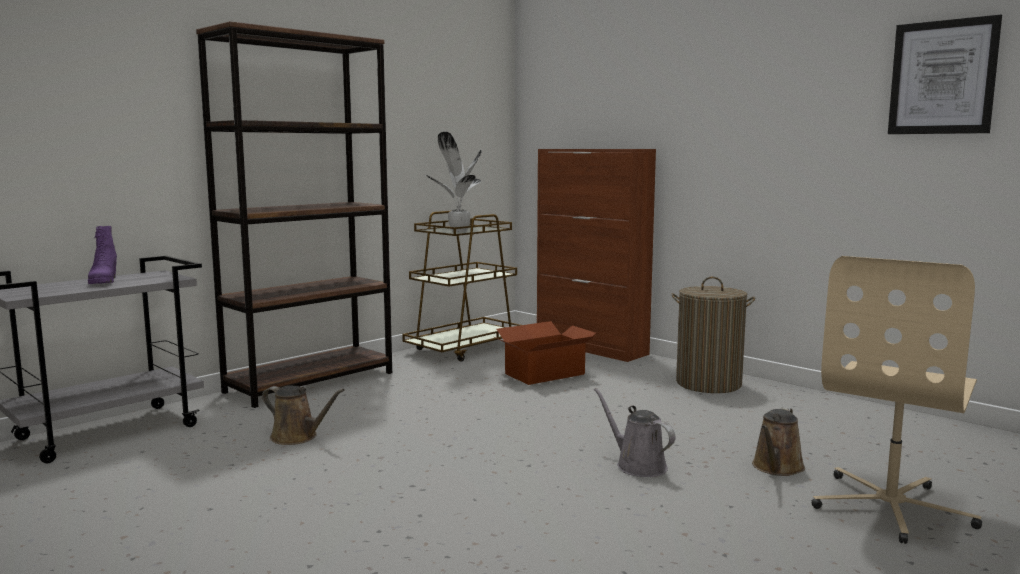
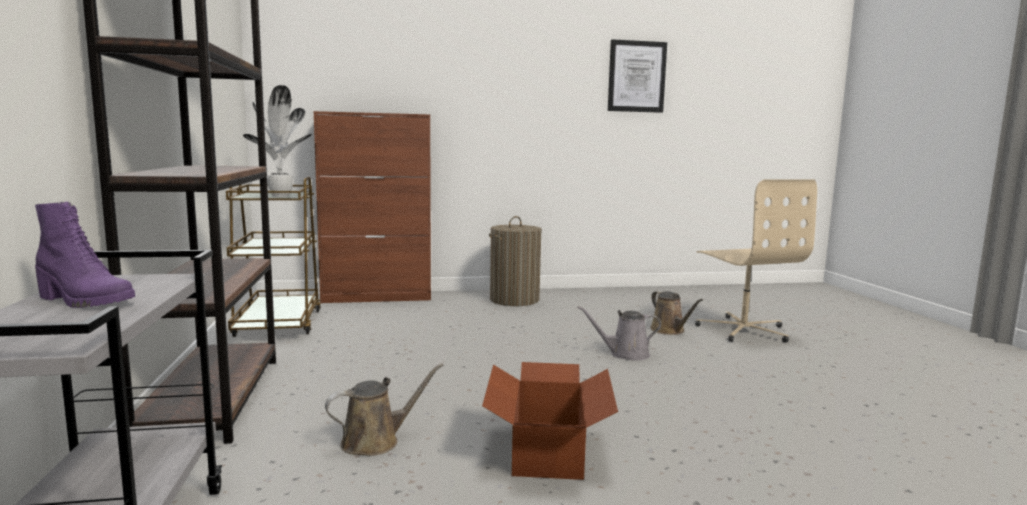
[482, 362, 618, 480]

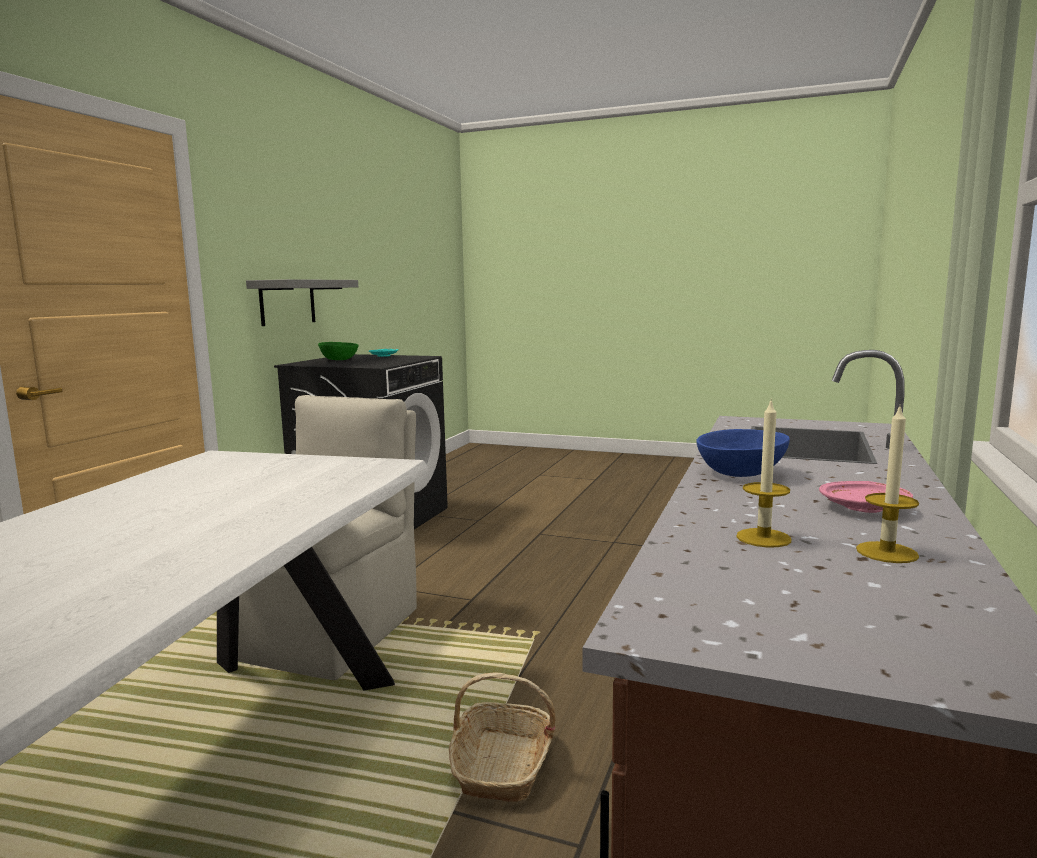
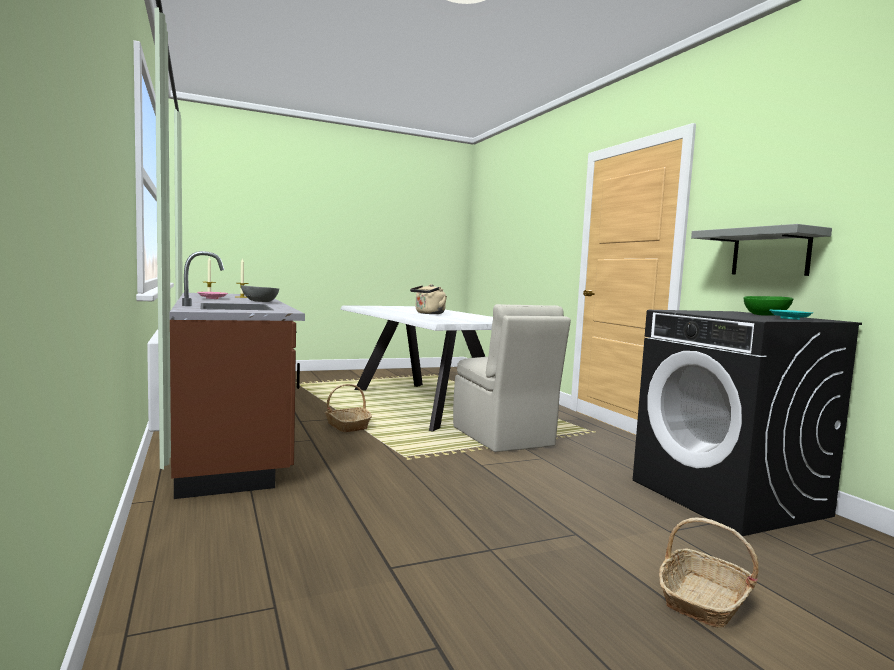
[241, 285, 279, 302]
[410, 284, 447, 314]
[659, 517, 759, 628]

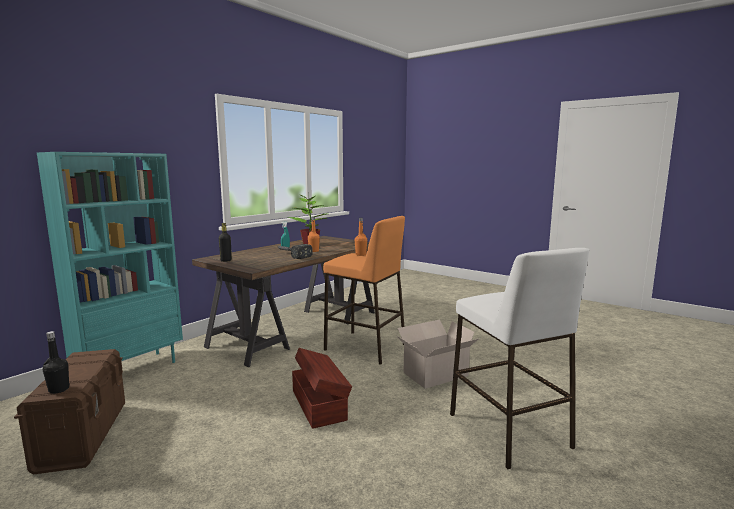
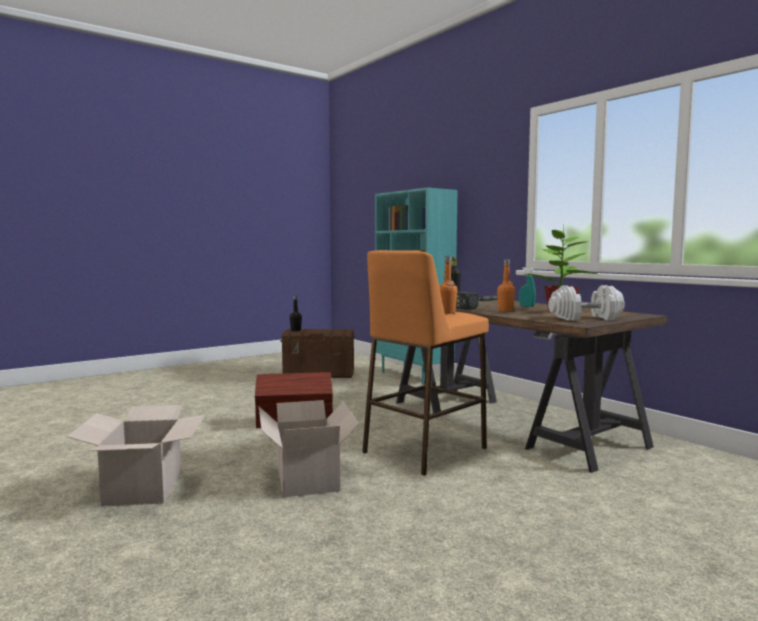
[67, 405, 205, 507]
[548, 285, 625, 321]

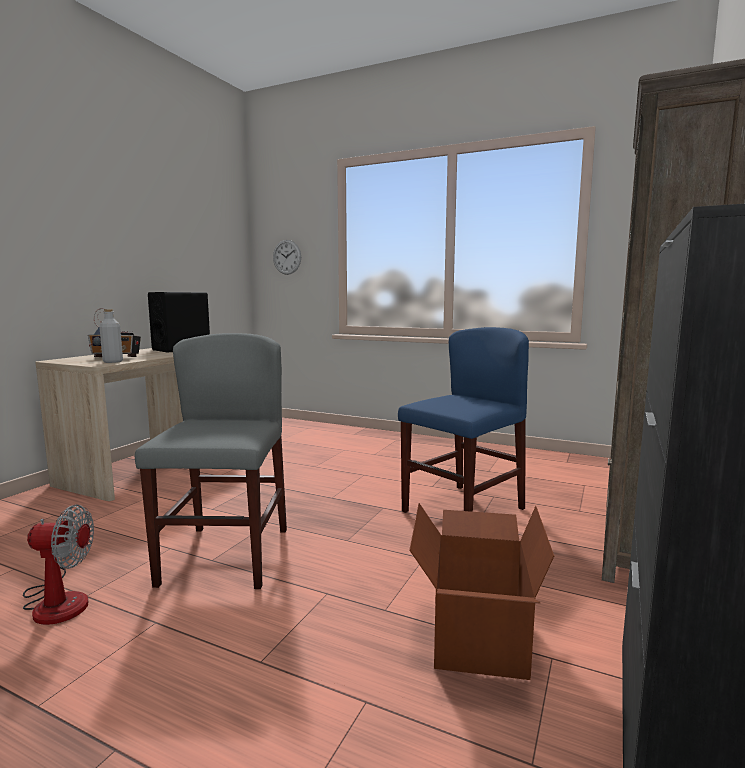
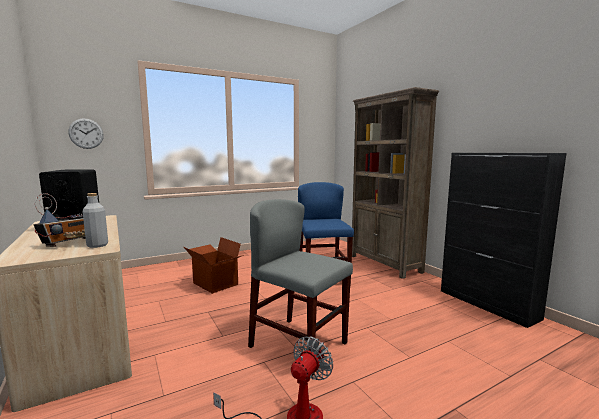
[184, 237, 243, 294]

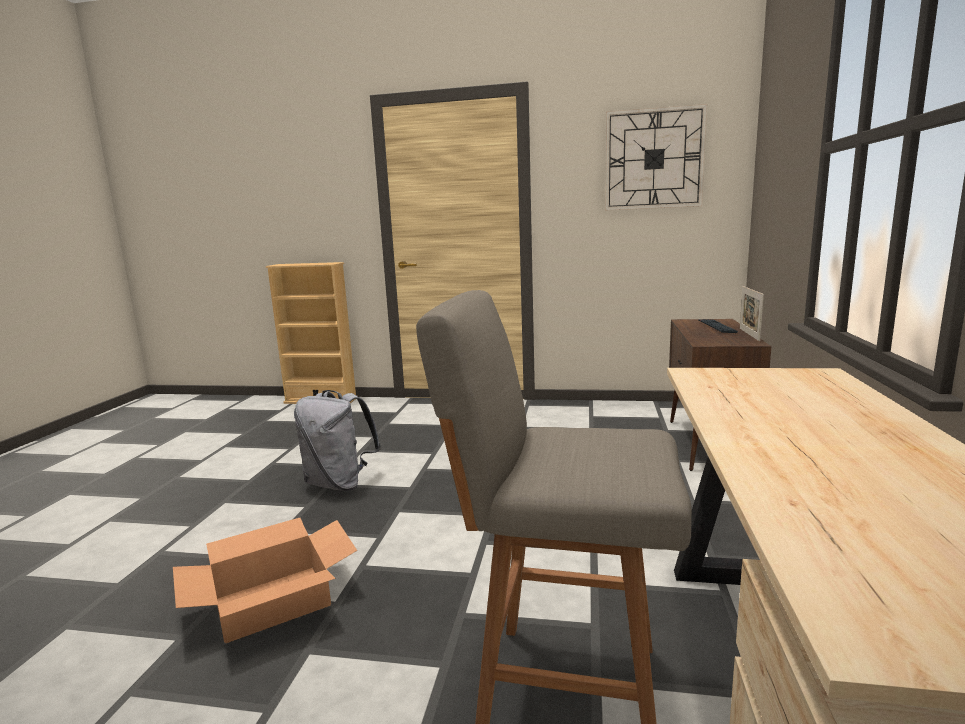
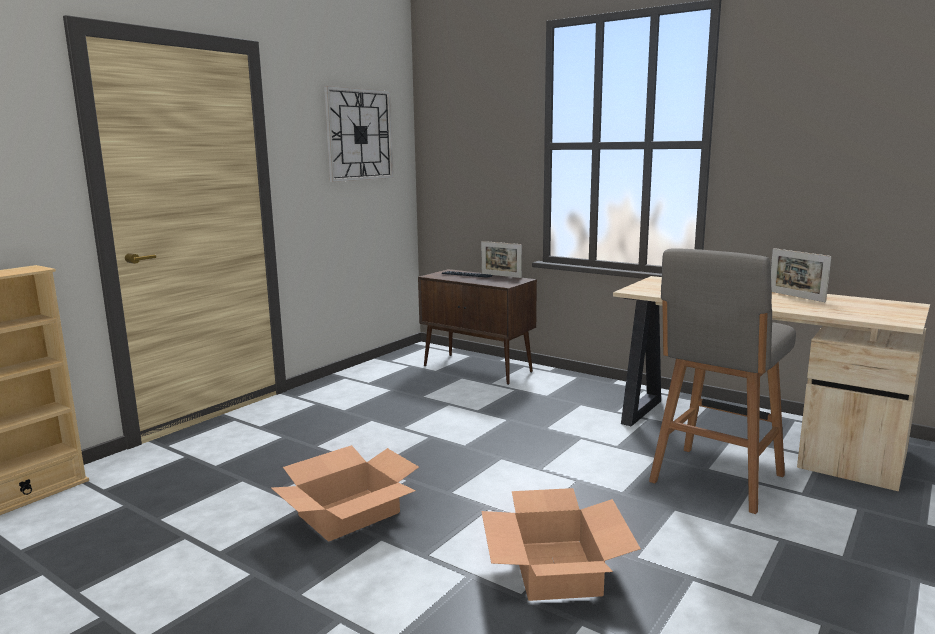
[271, 445, 419, 541]
[771, 248, 831, 302]

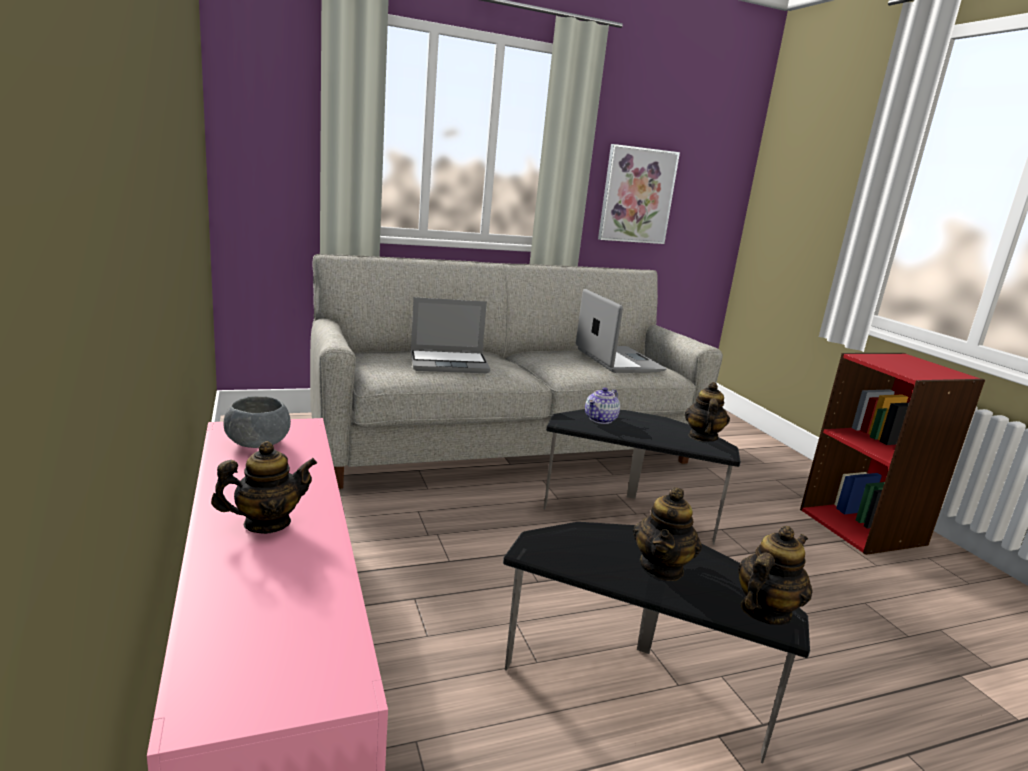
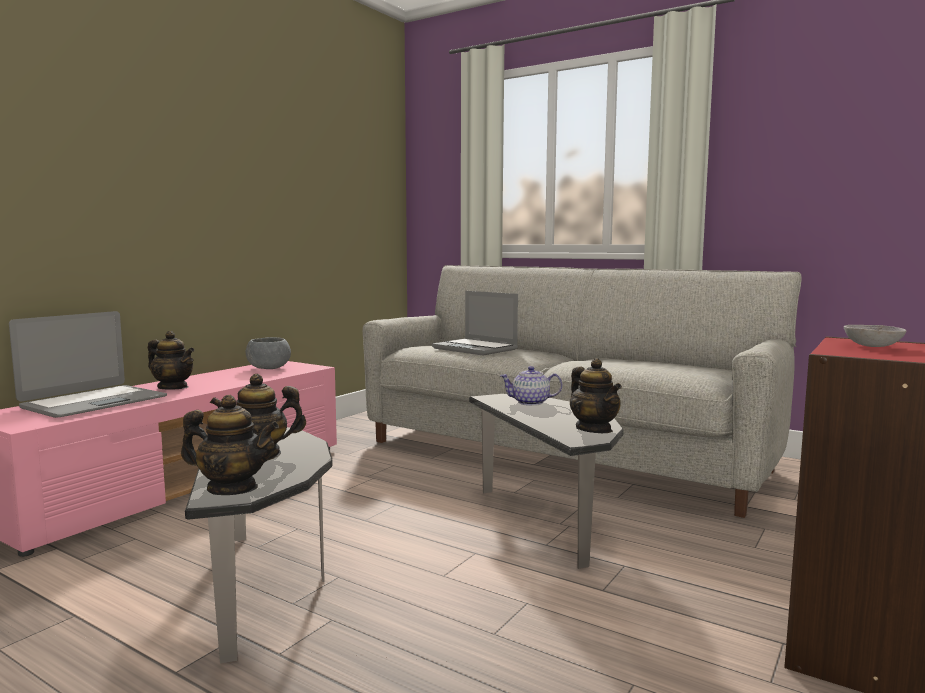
[598, 144, 680, 244] (first image)
[9, 311, 167, 418]
[570, 358, 622, 433]
[844, 325, 906, 347]

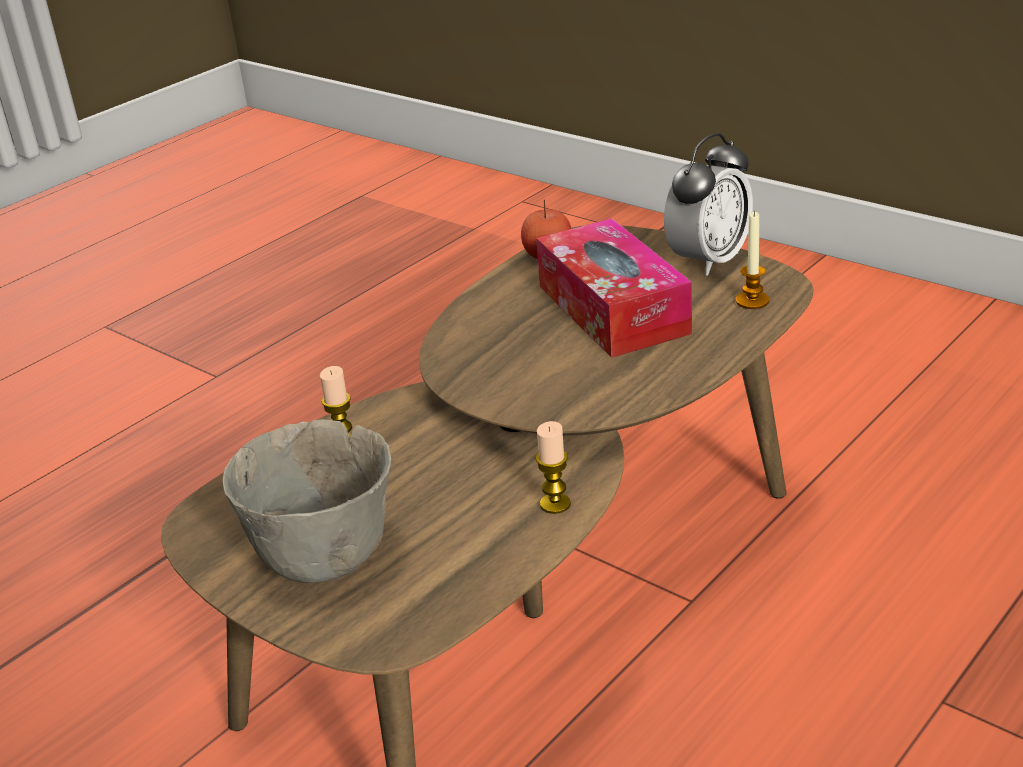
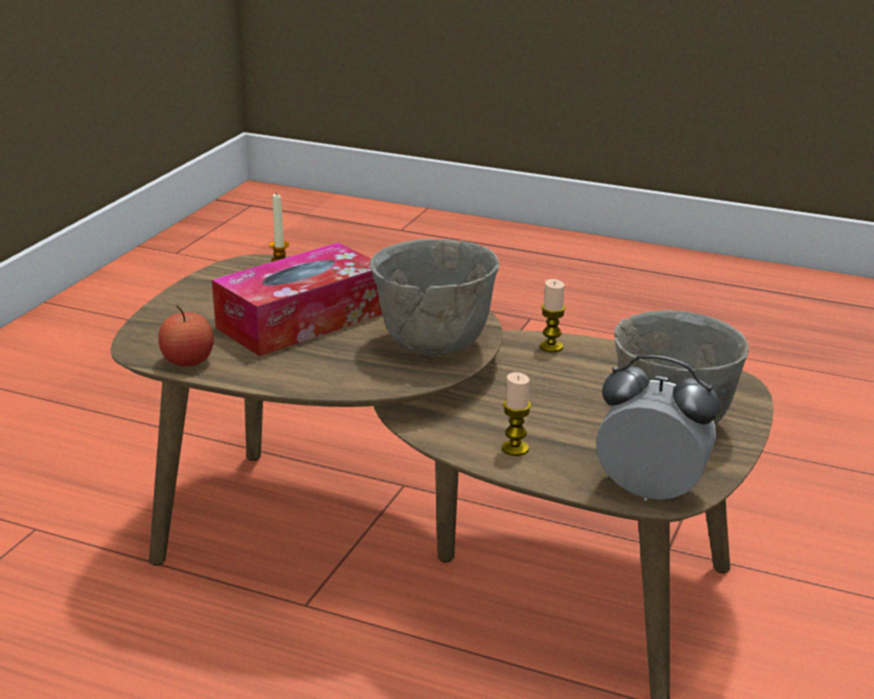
[596, 355, 720, 501]
[370, 239, 499, 355]

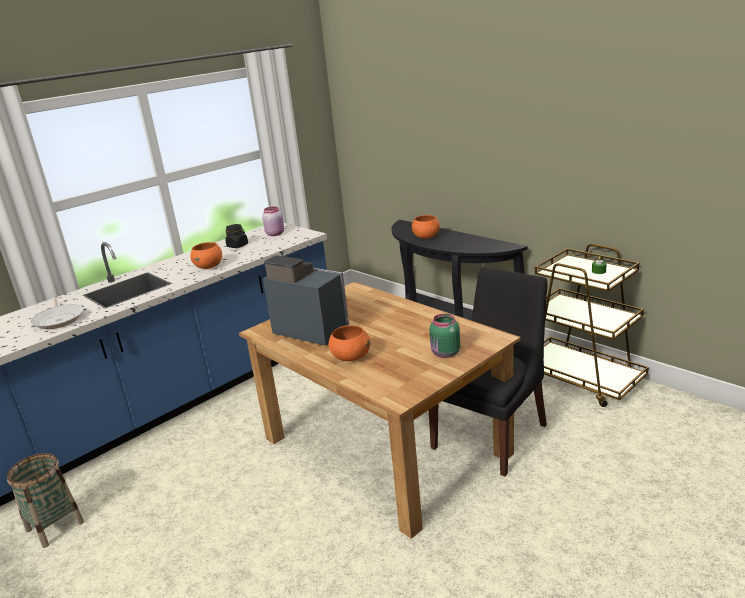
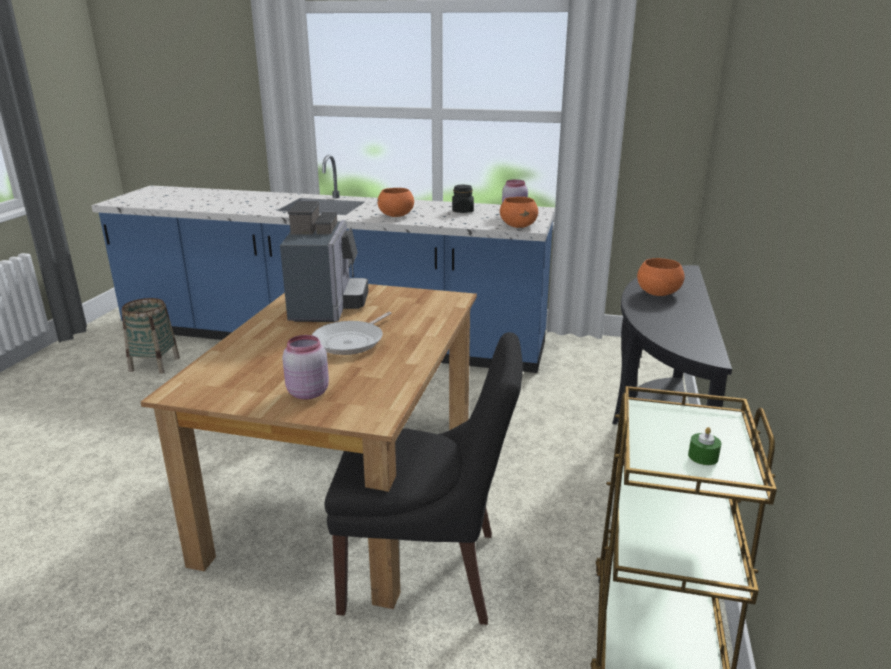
[312, 312, 391, 355]
[282, 335, 329, 400]
[500, 197, 538, 228]

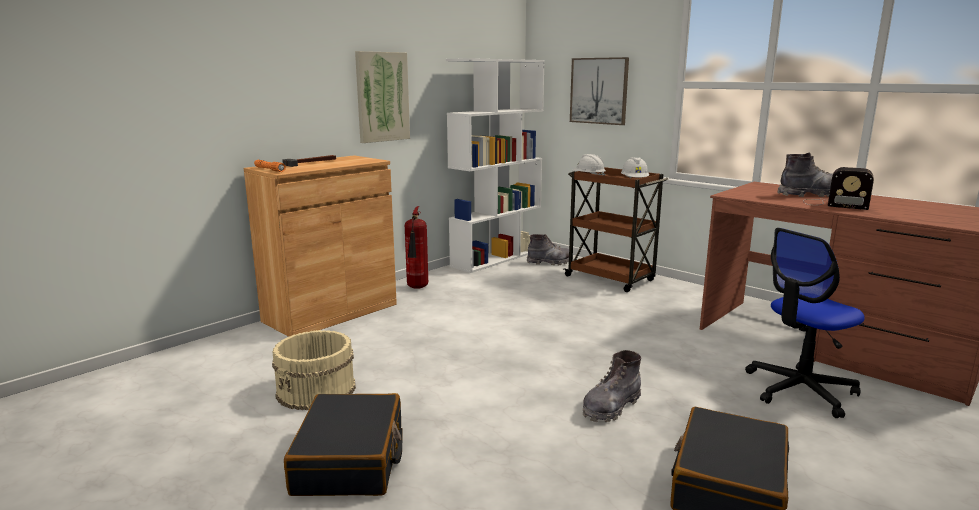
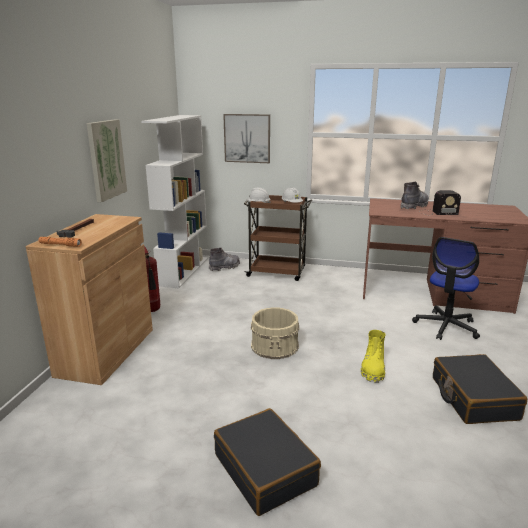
[251, 307, 299, 359]
[361, 330, 386, 383]

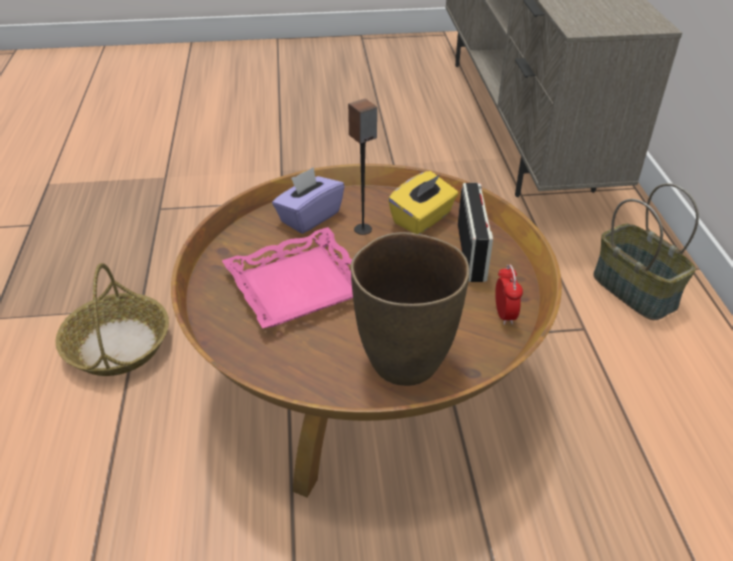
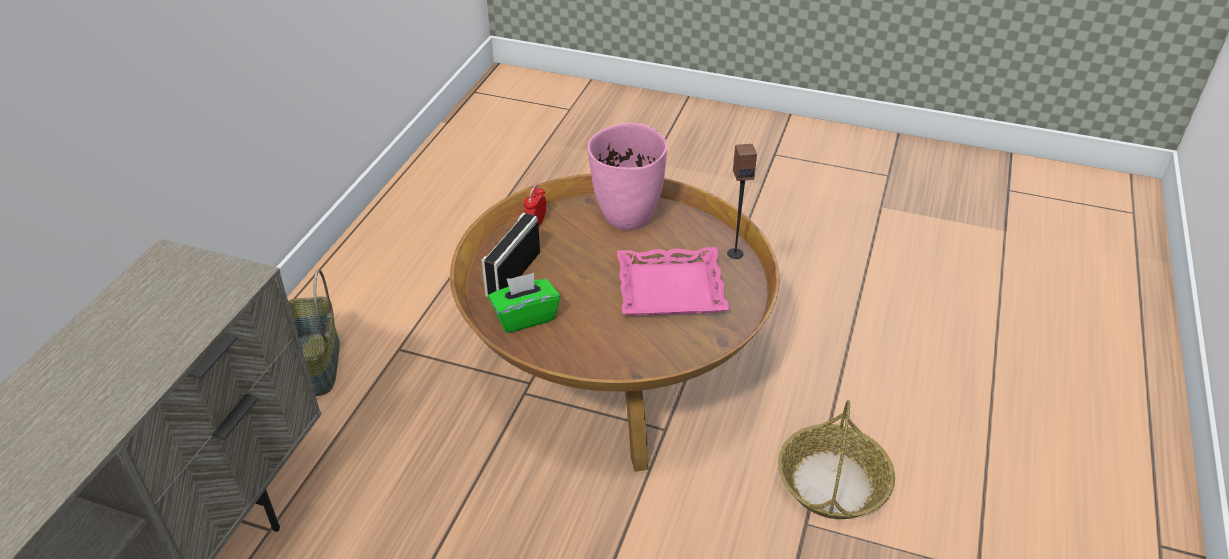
[727, 144, 757, 259]
[272, 167, 345, 234] (first image)
[488, 273, 560, 333]
[588, 123, 667, 230]

